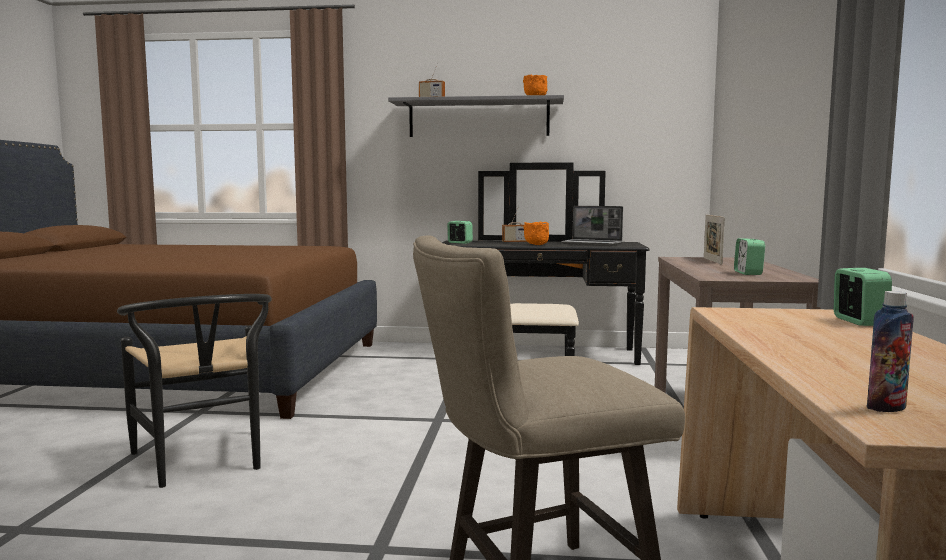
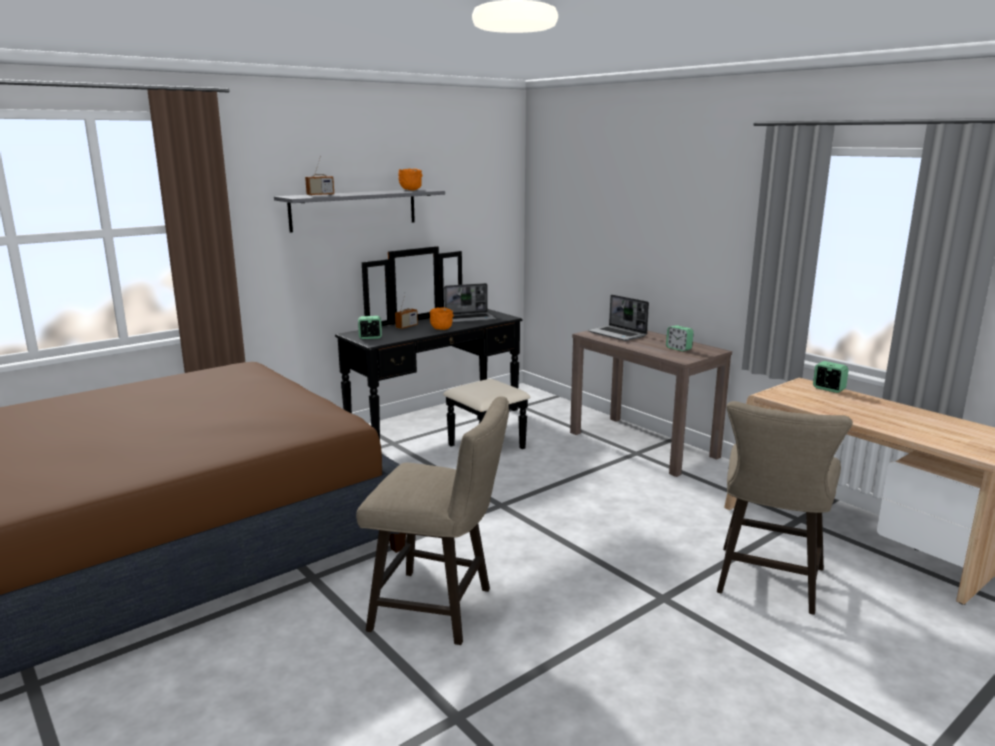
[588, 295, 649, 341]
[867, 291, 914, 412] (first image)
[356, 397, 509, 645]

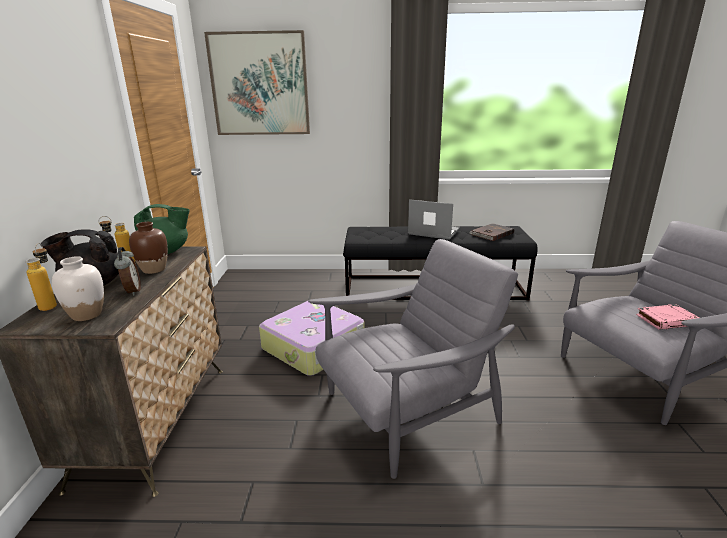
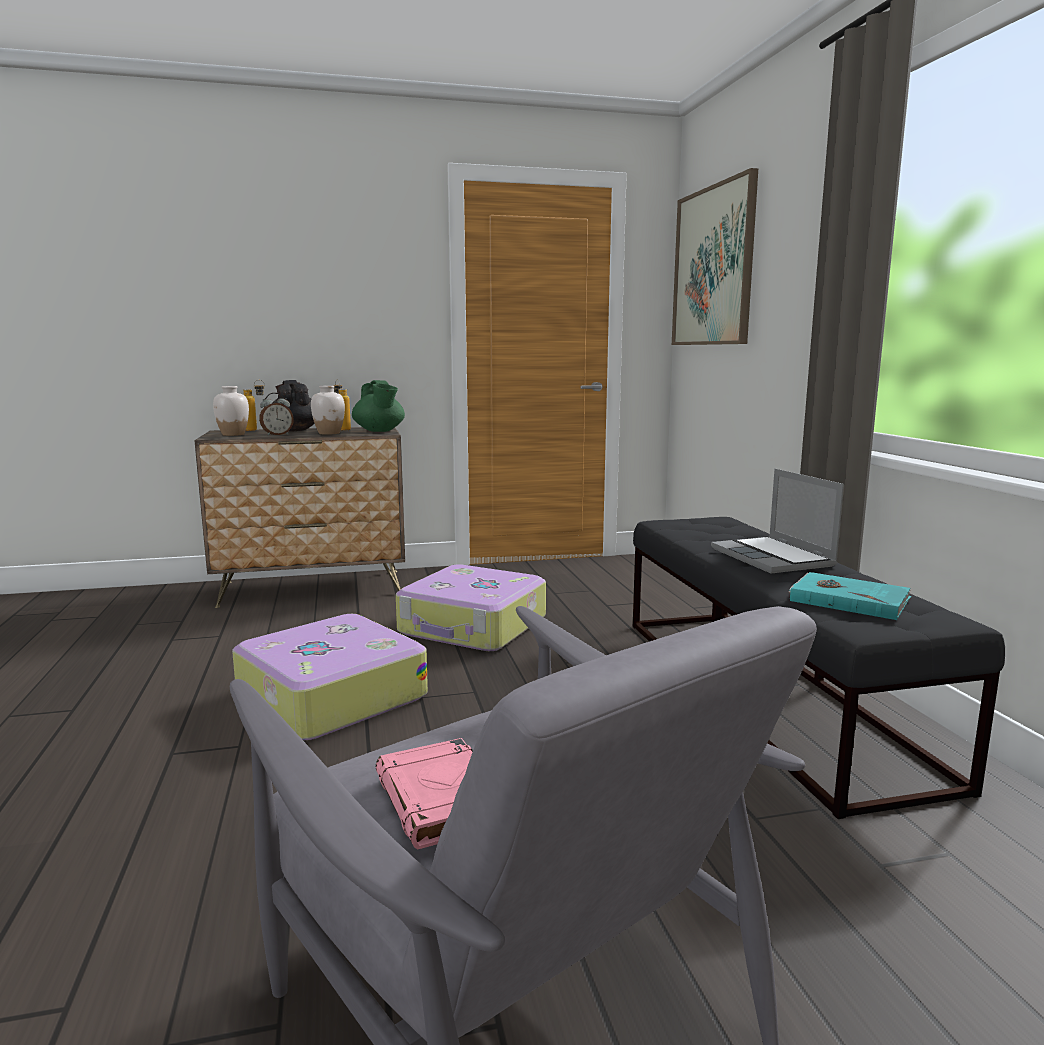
[711, 469, 844, 573]
[311, 386, 345, 435]
[788, 572, 912, 620]
[232, 614, 428, 740]

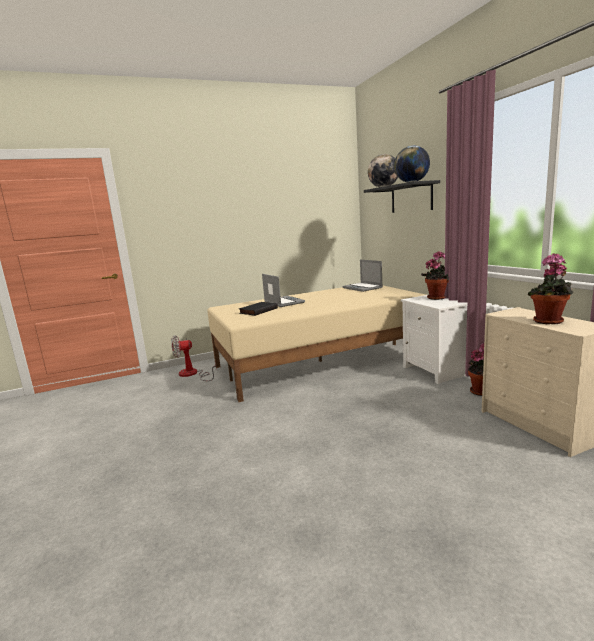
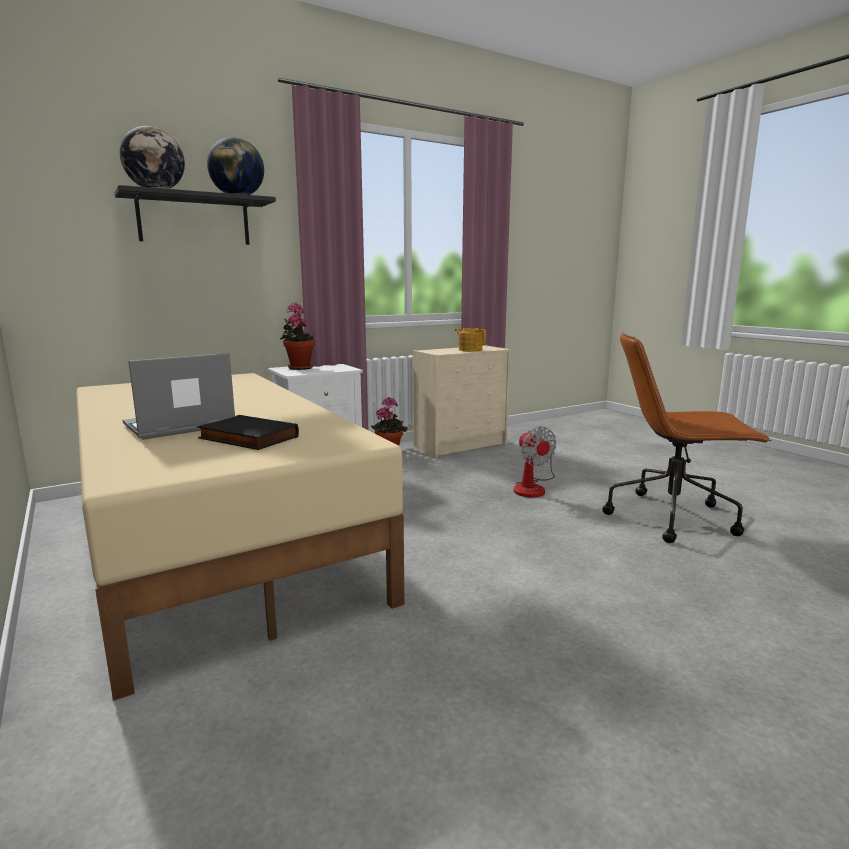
[455, 328, 486, 351]
[342, 260, 383, 292] (first image)
[513, 427, 556, 497]
[602, 332, 771, 543]

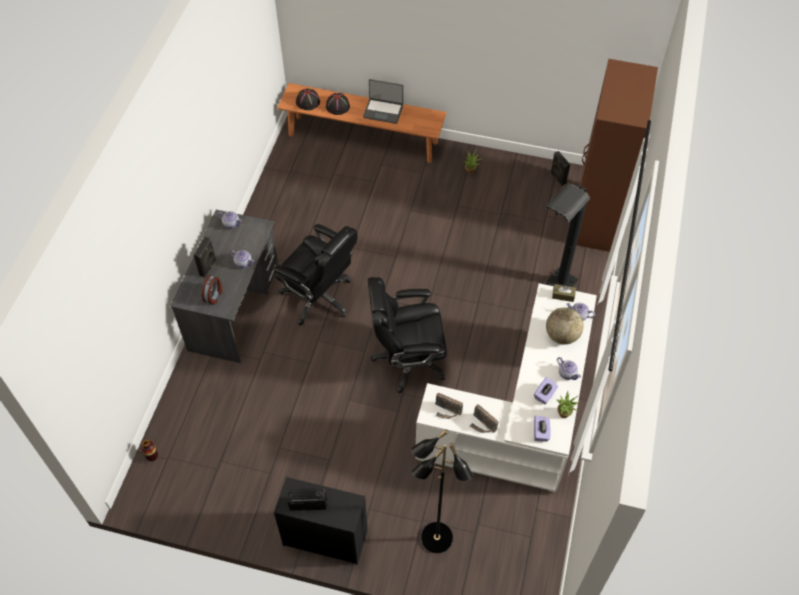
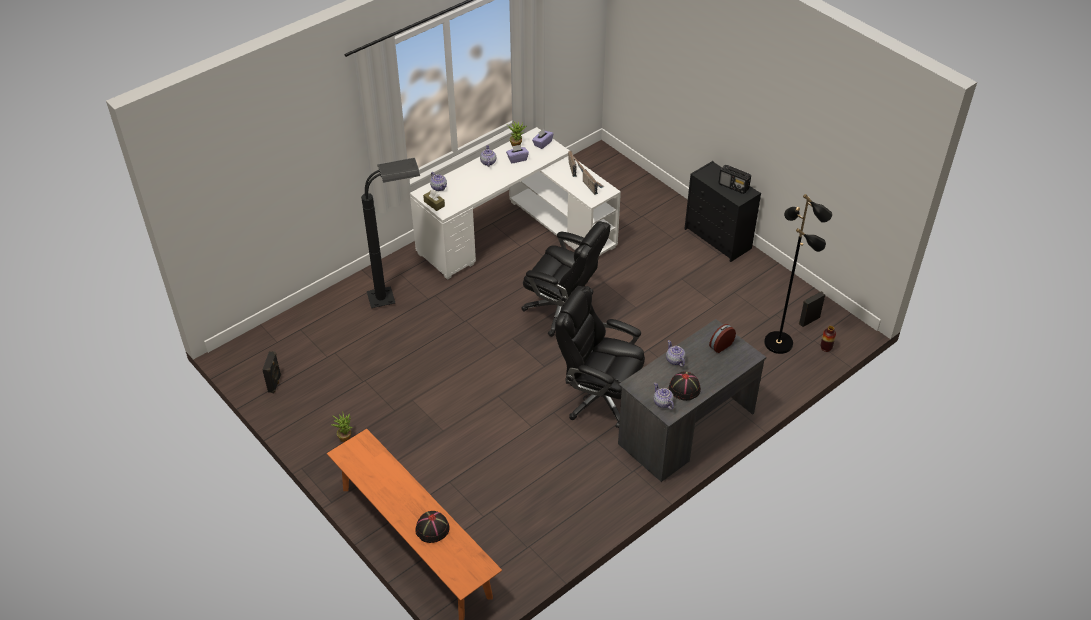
[577, 59, 658, 252] (first image)
[363, 79, 403, 124] (first image)
[669, 372, 701, 401]
[555, 286, 645, 428]
[799, 291, 825, 327]
[546, 307, 583, 345] (first image)
[764, 194, 833, 354]

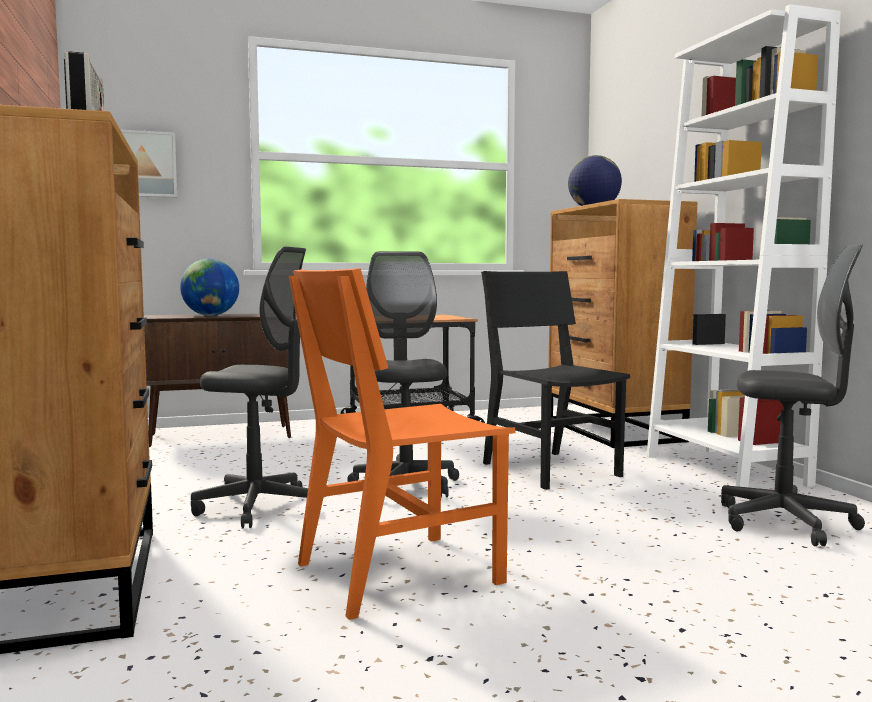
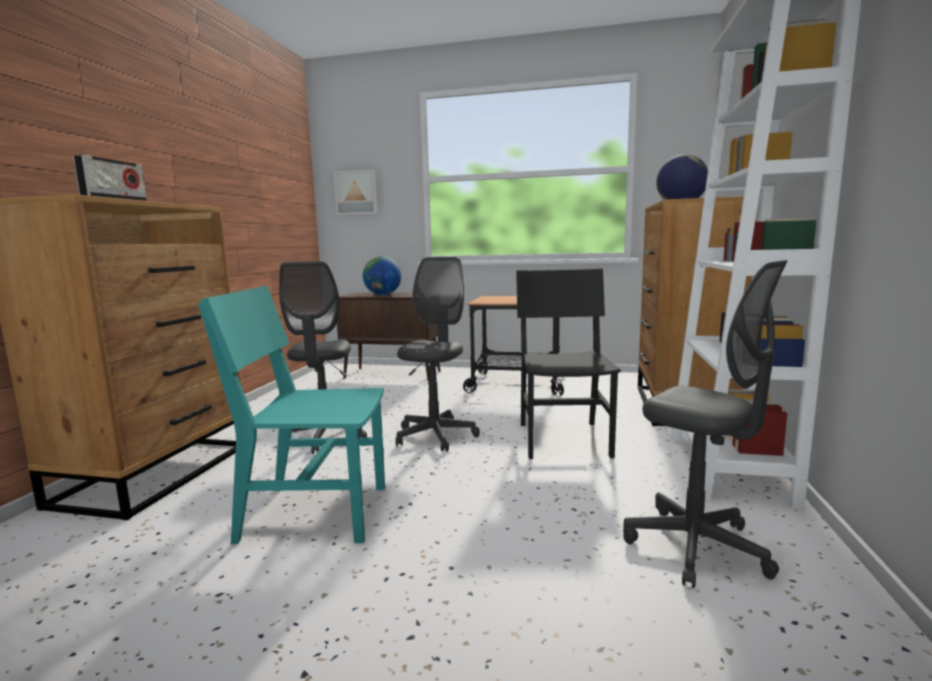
[279, 261, 367, 454]
[198, 286, 385, 544]

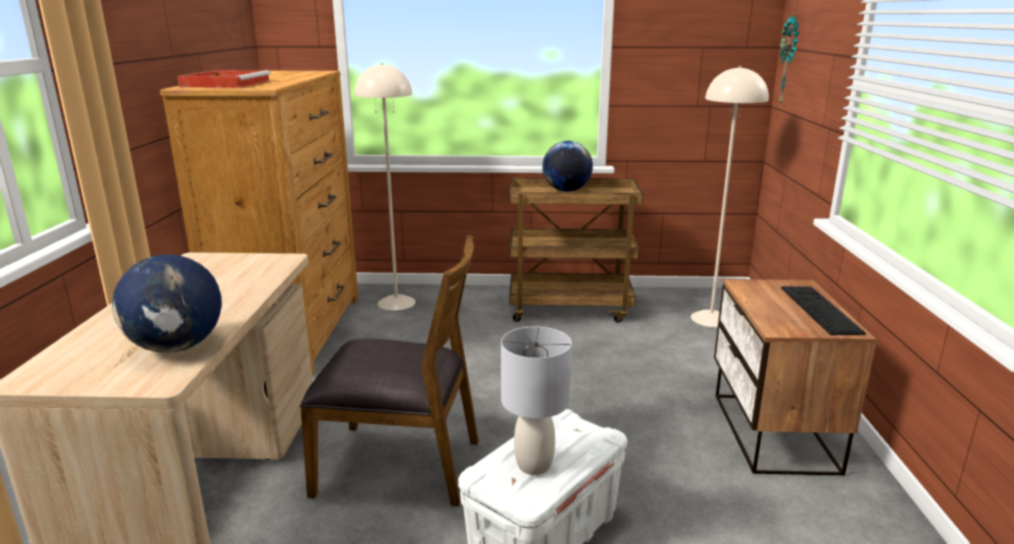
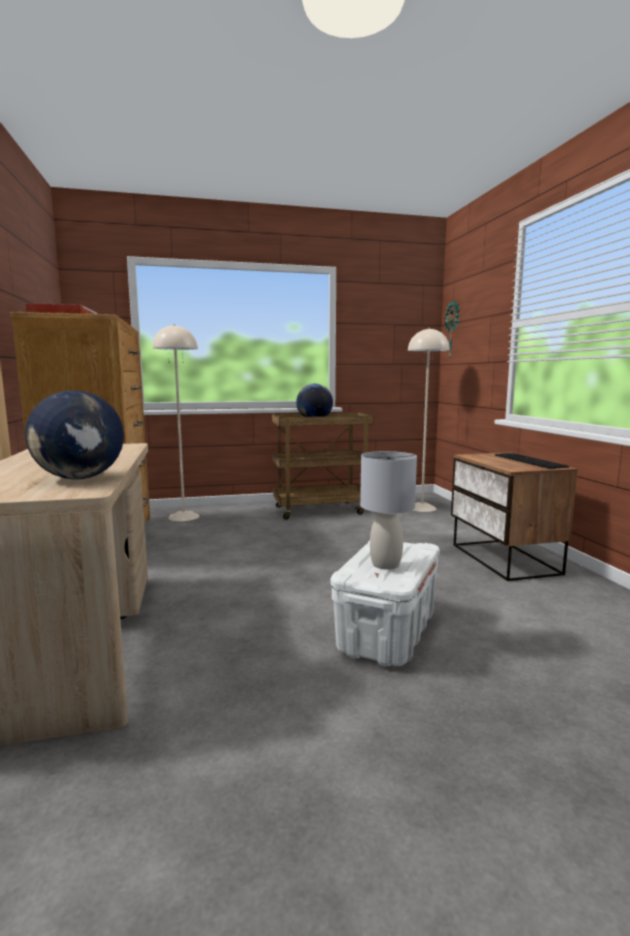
[300, 235, 479, 506] (first image)

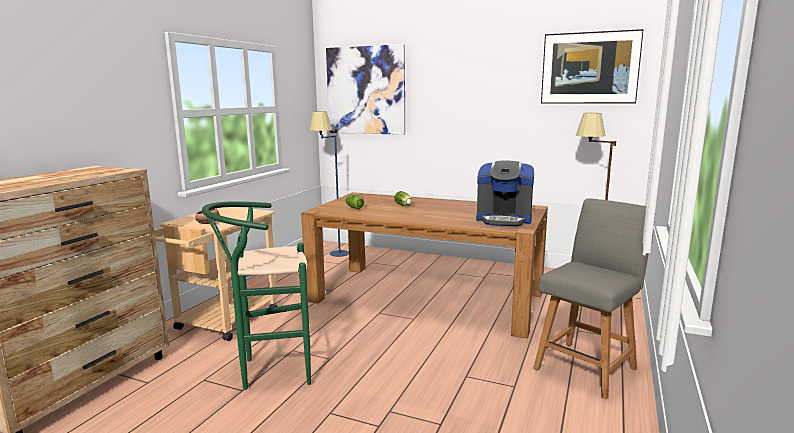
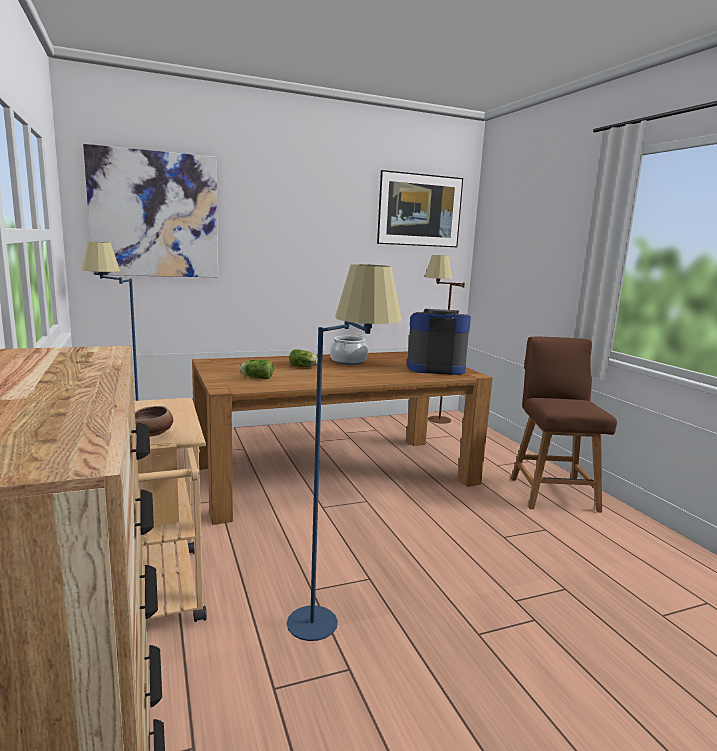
[407, 309, 471, 375]
[511, 337, 617, 513]
[287, 264, 402, 641]
[330, 335, 368, 365]

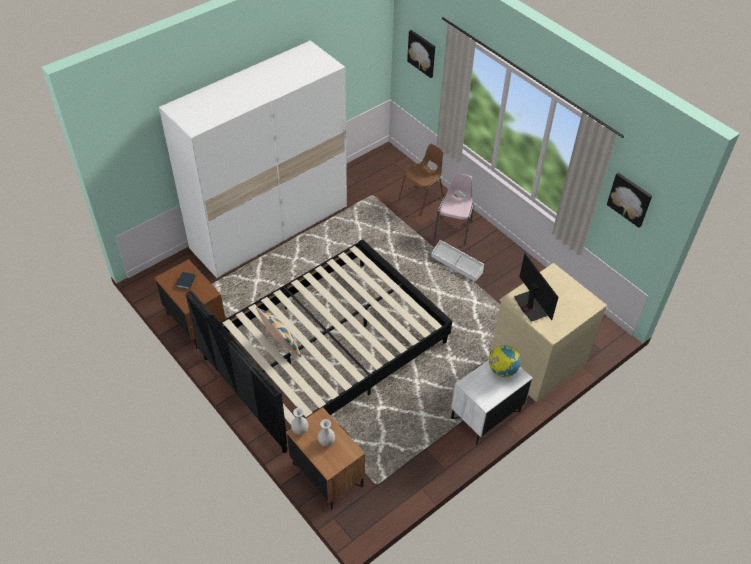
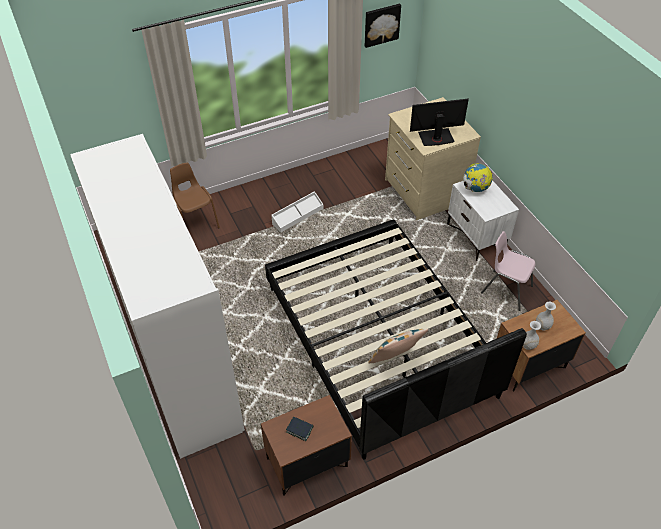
[407, 30, 435, 78] (first image)
[481, 231, 535, 311]

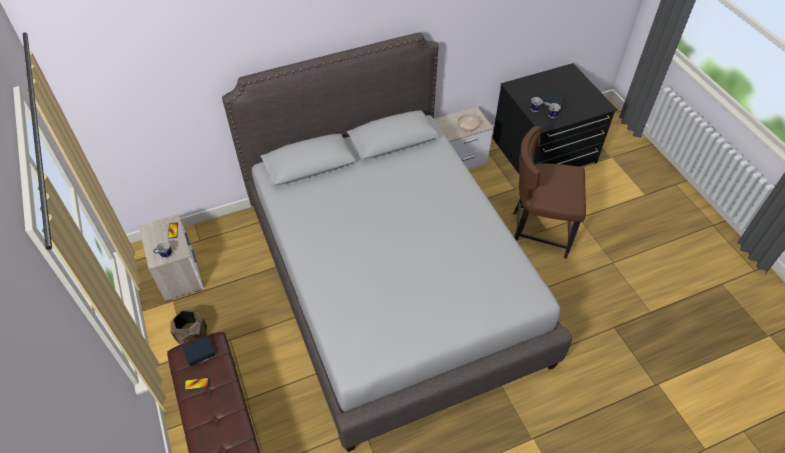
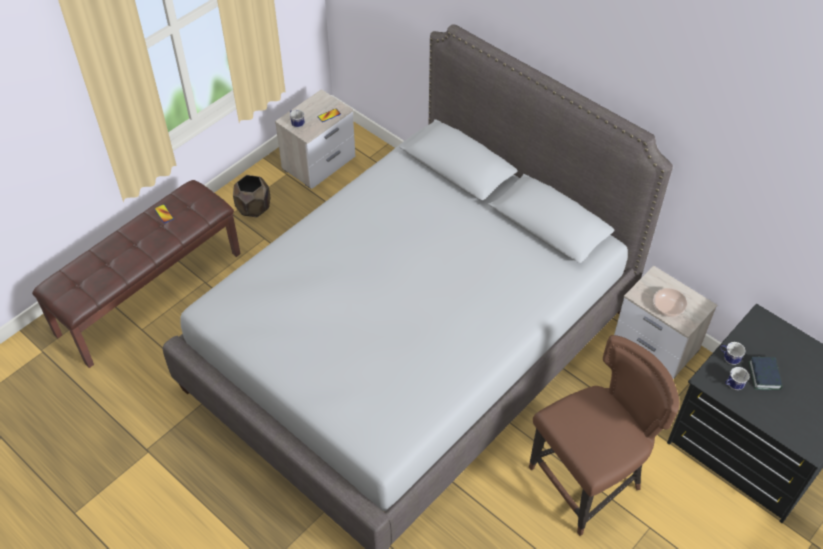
[529, 335, 679, 536]
[183, 336, 215, 366] (first image)

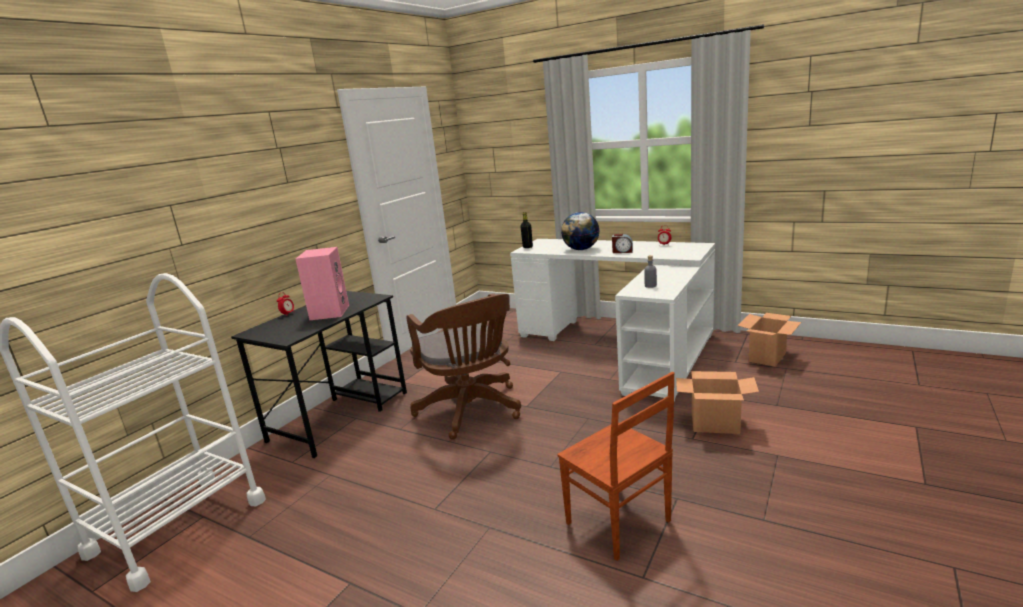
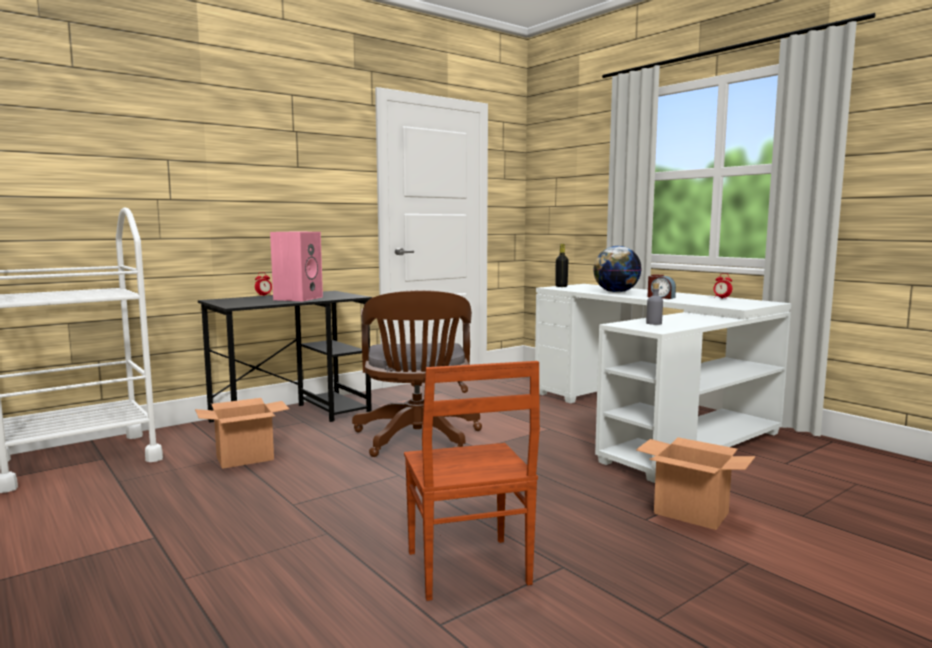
[195, 398, 289, 469]

